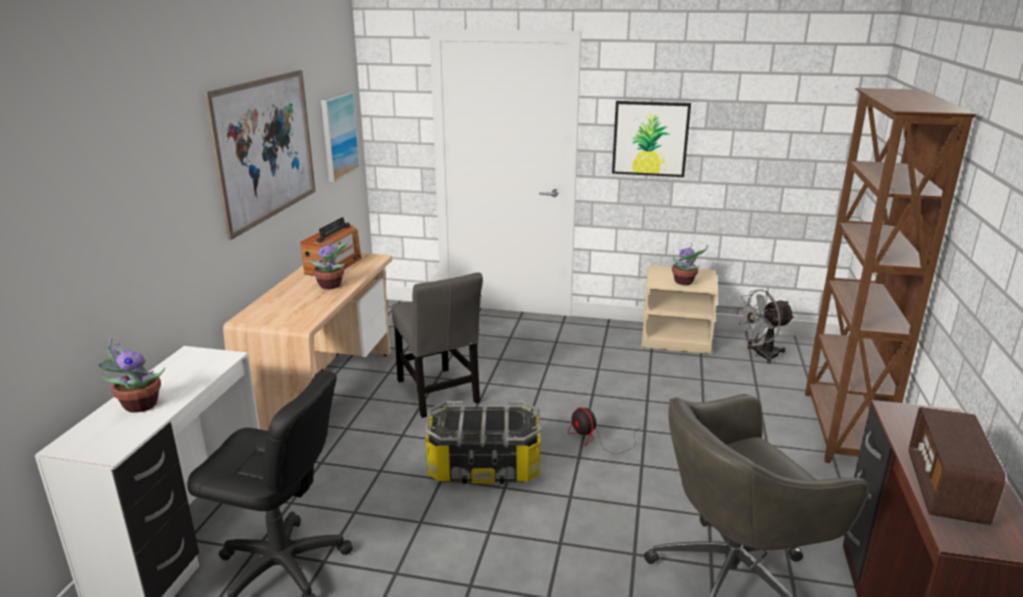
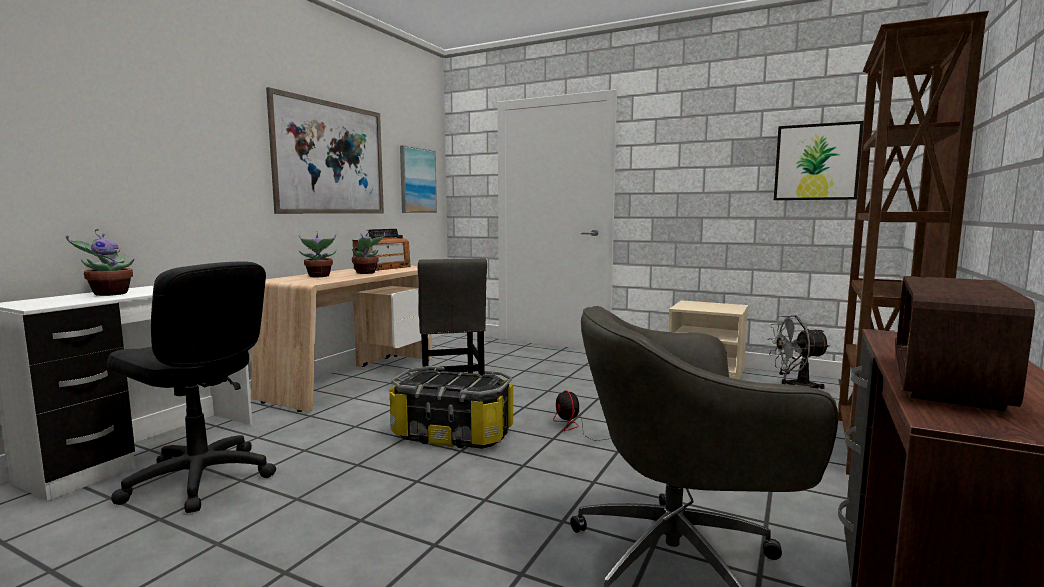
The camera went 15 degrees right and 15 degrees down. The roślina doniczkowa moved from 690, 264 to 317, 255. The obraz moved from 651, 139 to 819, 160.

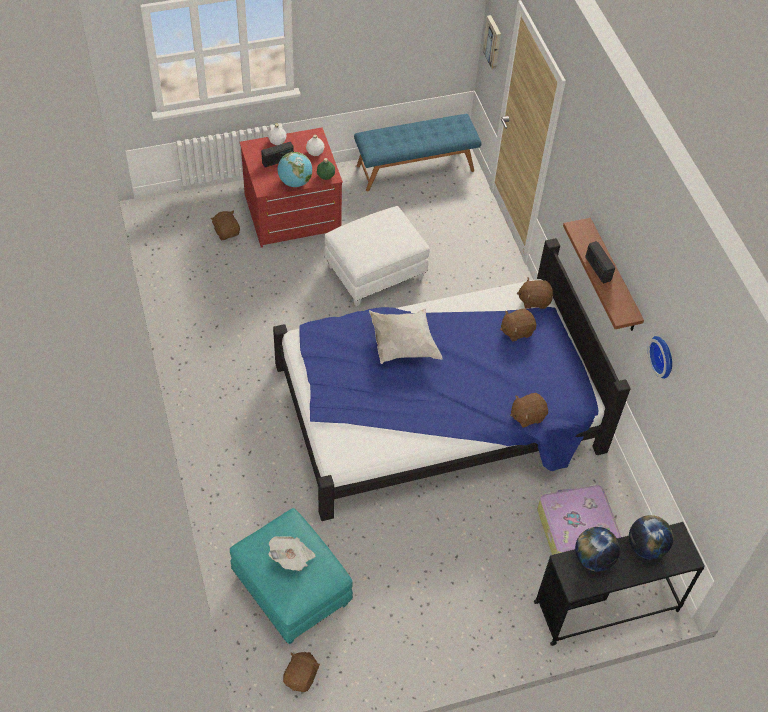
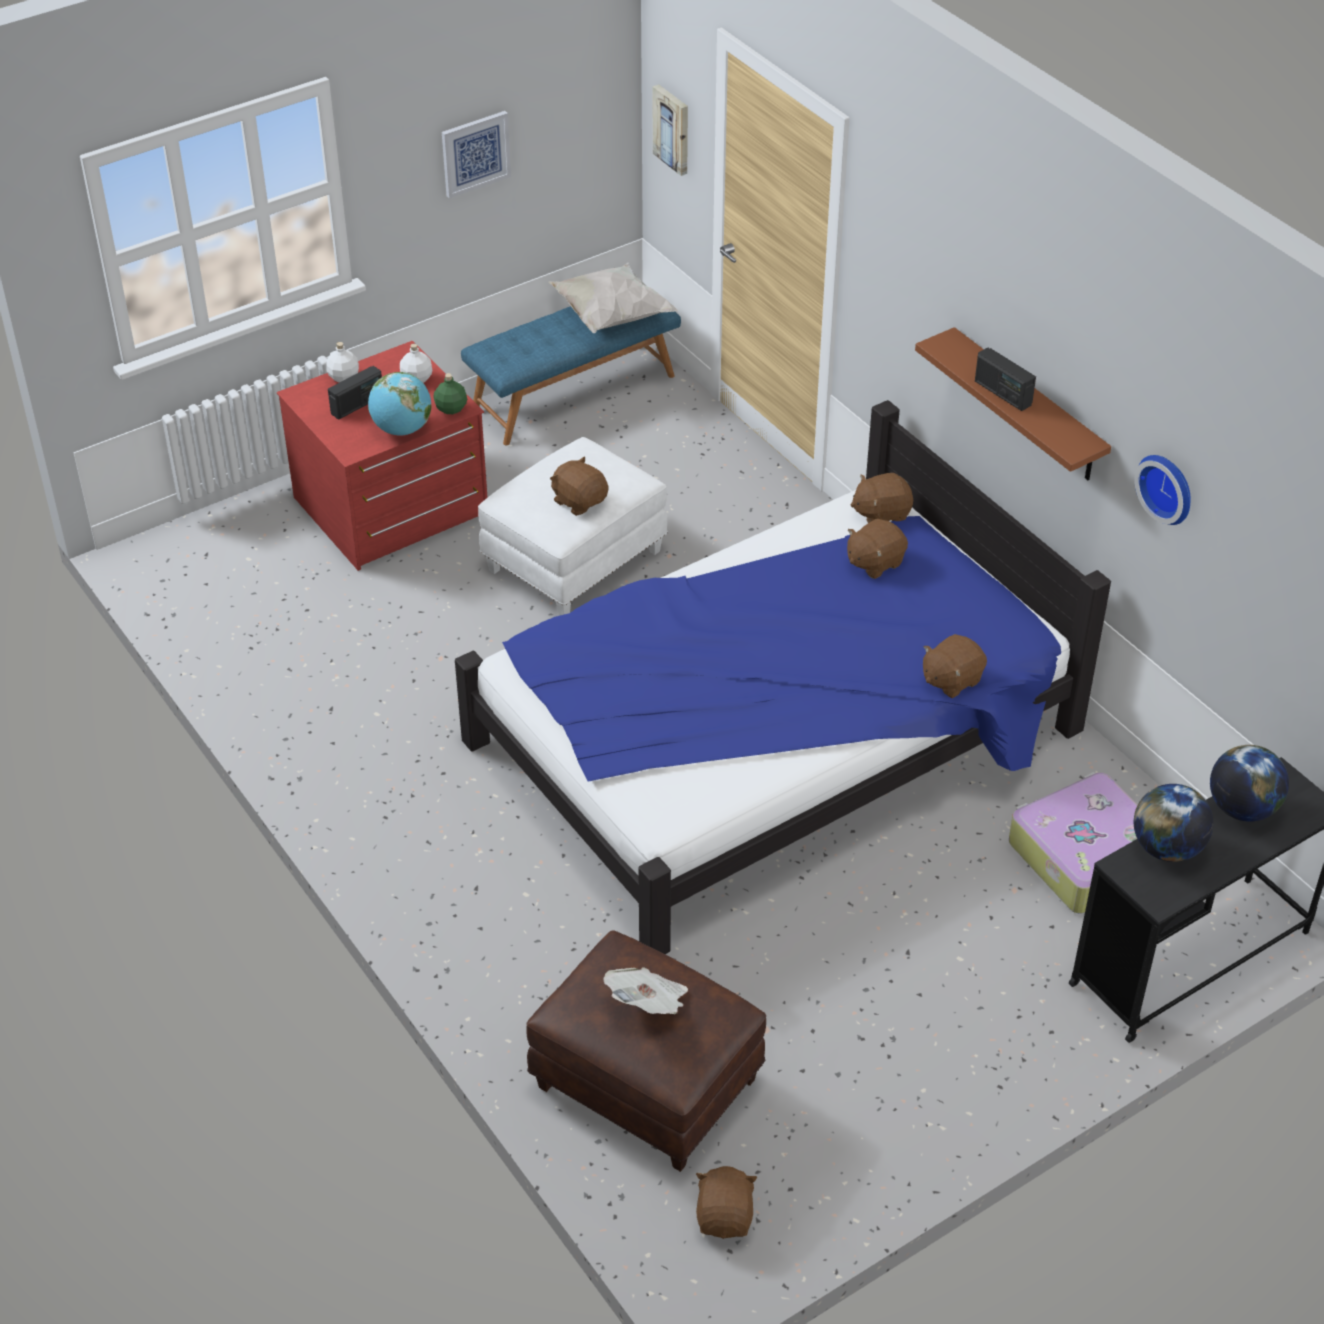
The camera went 15 degrees left and 10 degrees down. The obraz at 476, 154 appeared. The pufa (turkusowy) at 291, 576 became the pufa (brązowy) at 646, 1051. The poduszka (biały) moved from 405, 336 to 613, 298. The pluszak (brązowy) moved from 225, 225 to 579, 486.

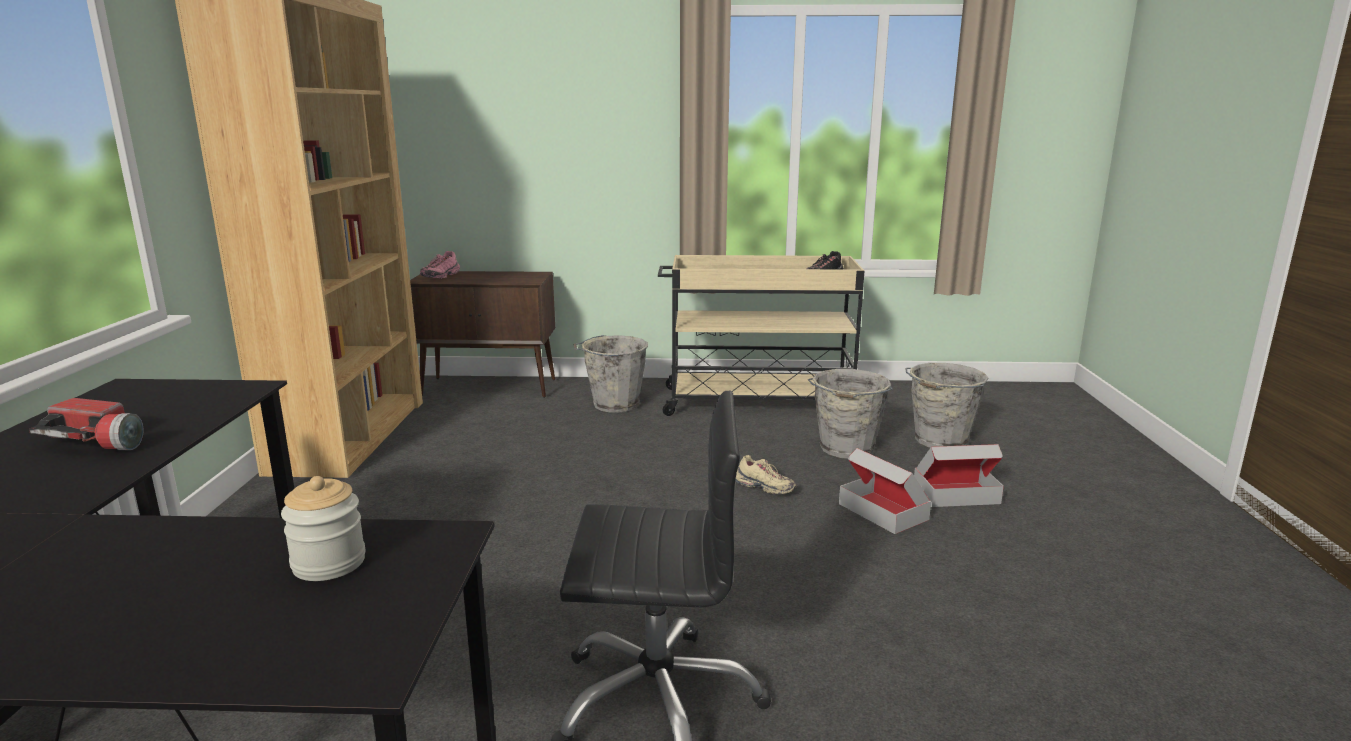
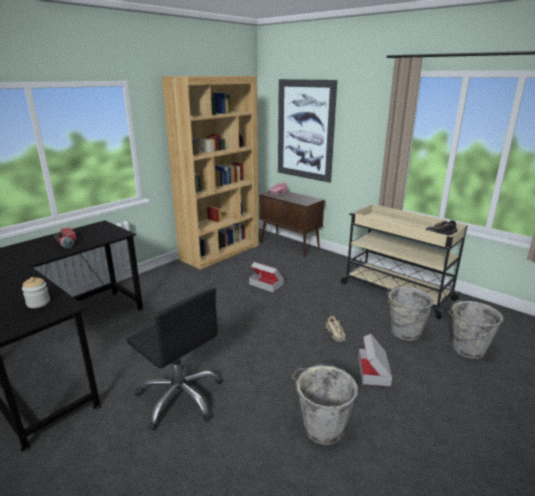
The camera went 40 degrees right and 5 degrees up. The karton moved from 959, 475 to 266, 277. The obraz at 307, 131 appeared. The wiadro (szary) moved from 611, 374 to 324, 404.

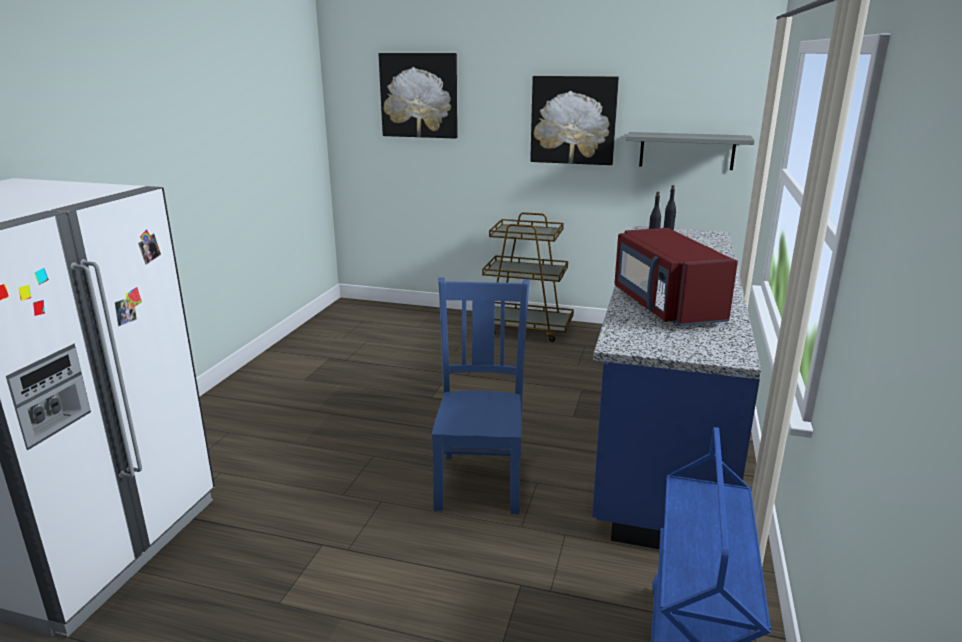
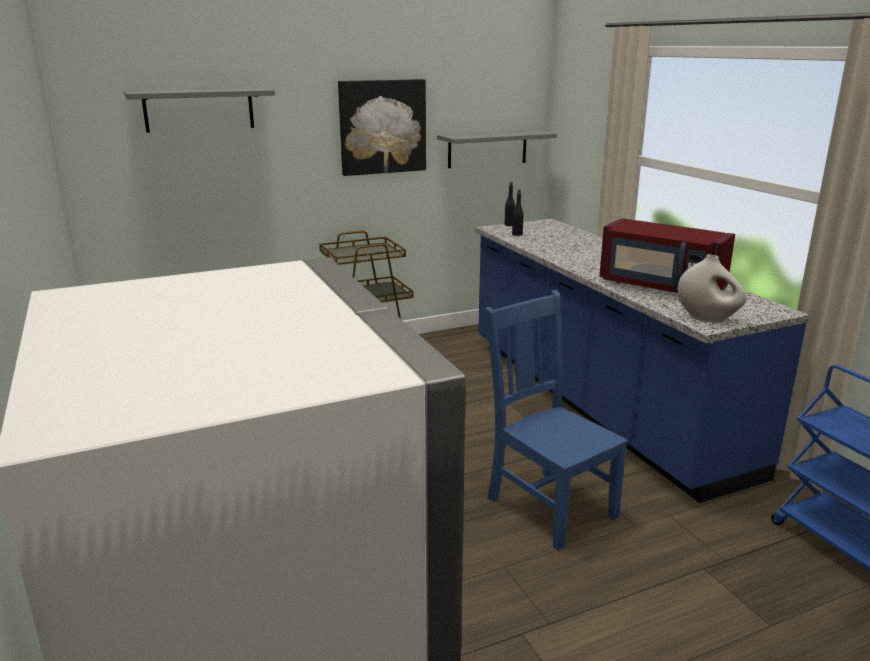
The camera went 40 degrees left and 0 degrees up. The obraz at 418, 96 was replaced by the półka (szary) at 199, 110. The wazon (biały) at 712, 288 appeared.

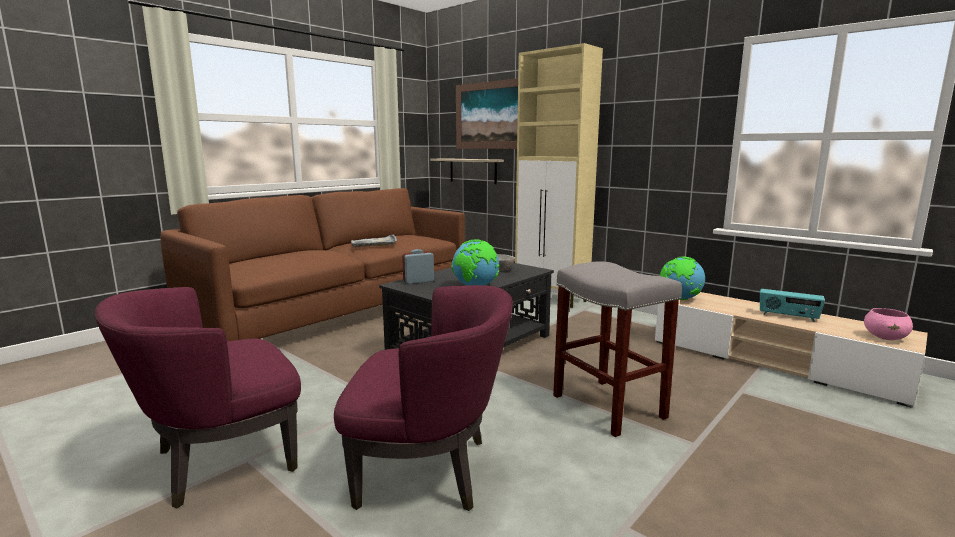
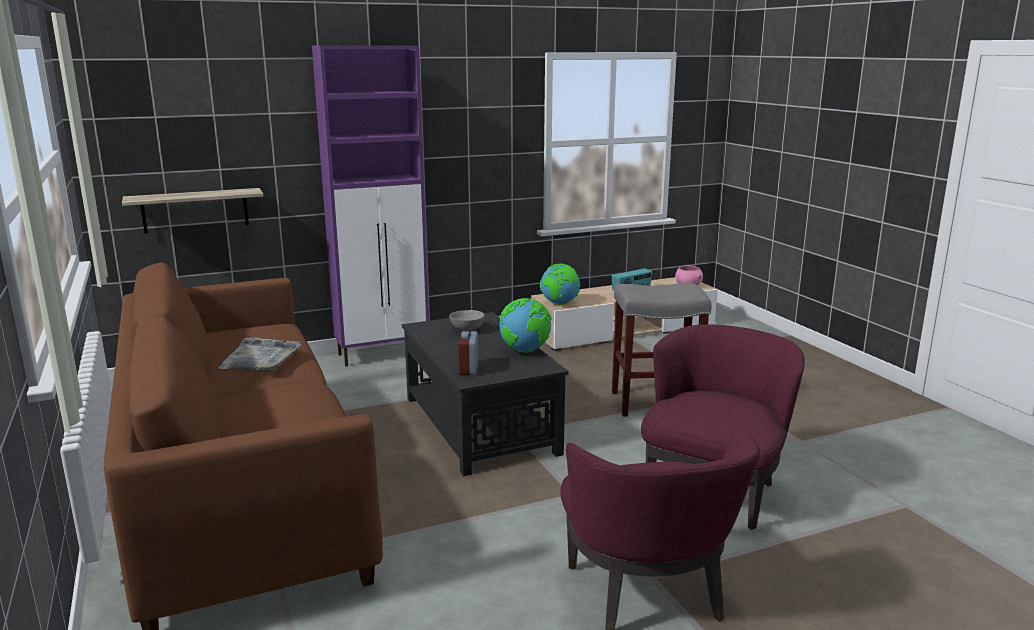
The camera went 65 degrees left and 5 degrees up. The szafka (beżowy) at 559, 175 became the szafka (fioletowy) at 370, 206. The obraz at 487, 113 disappeared.

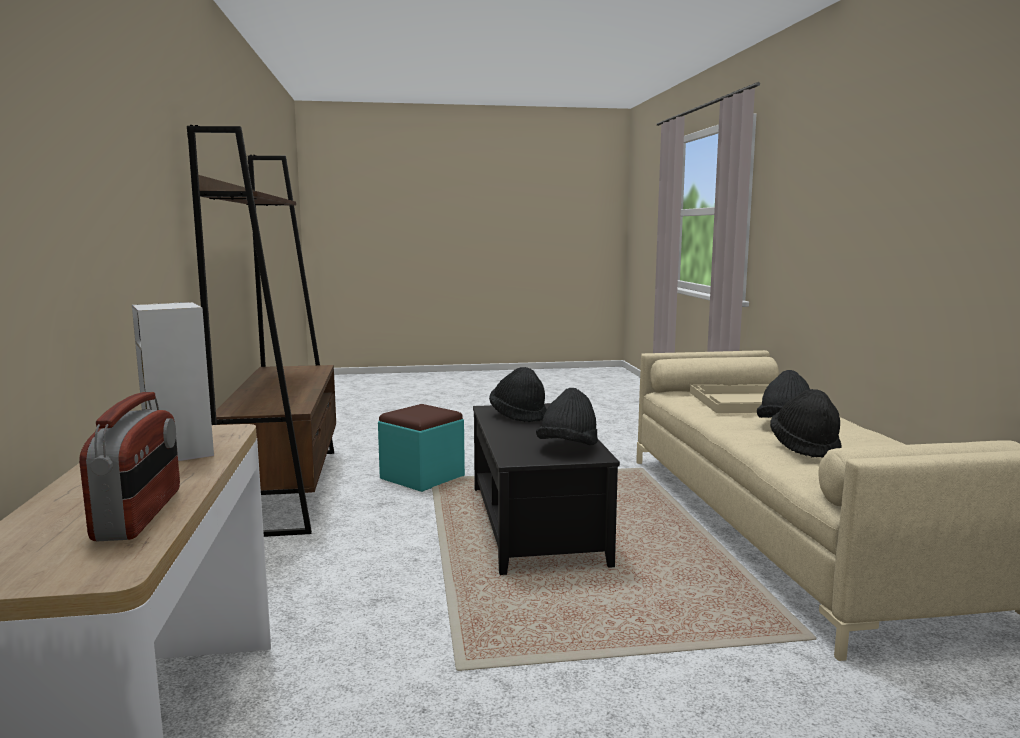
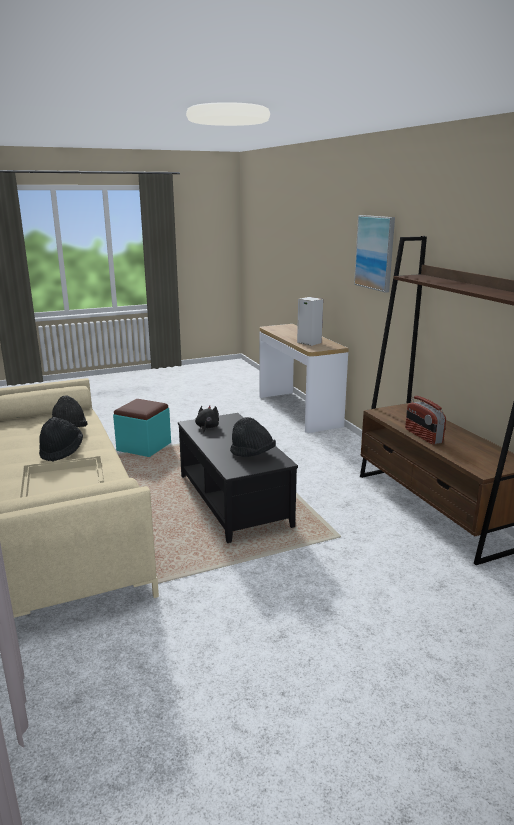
The camera went 165 degrees right and 10 degrees up. The pufa (turkusowy) moved from 421, 448 to 142, 428. The kapelusz (czarny) at 567, 416 was replaced by the pluszak (czarny) at 207, 419. The obraz at 374, 254 appeared. The radio moved from 129, 466 to 425, 420.

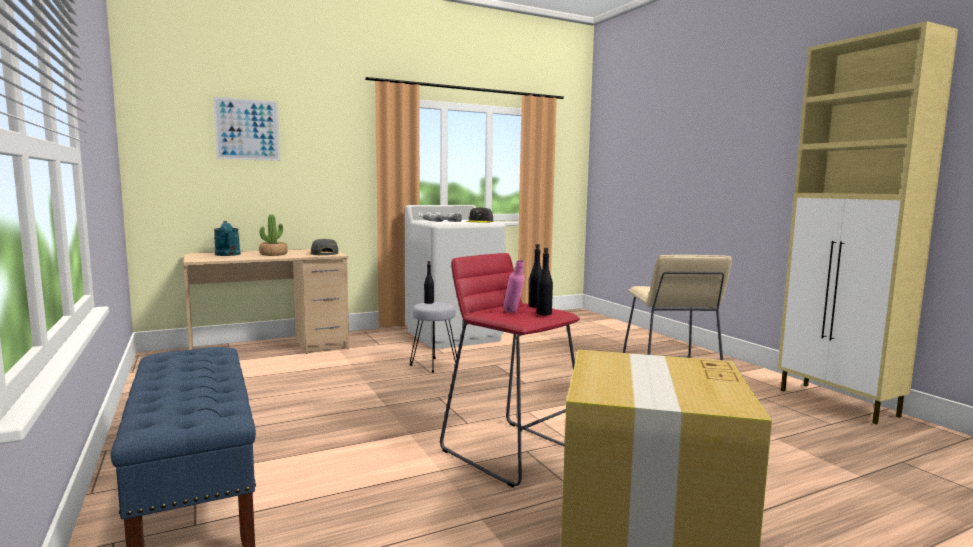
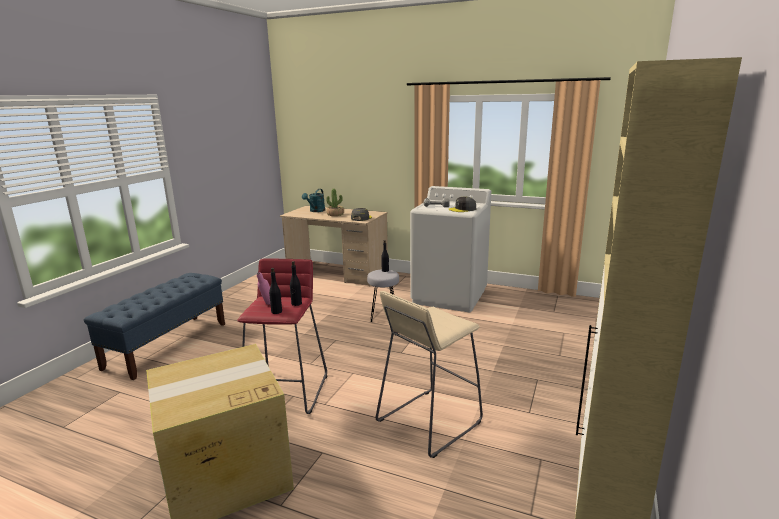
The camera went 50 degrees right and 10 degrees up. The obraz at 246, 129 disappeared.

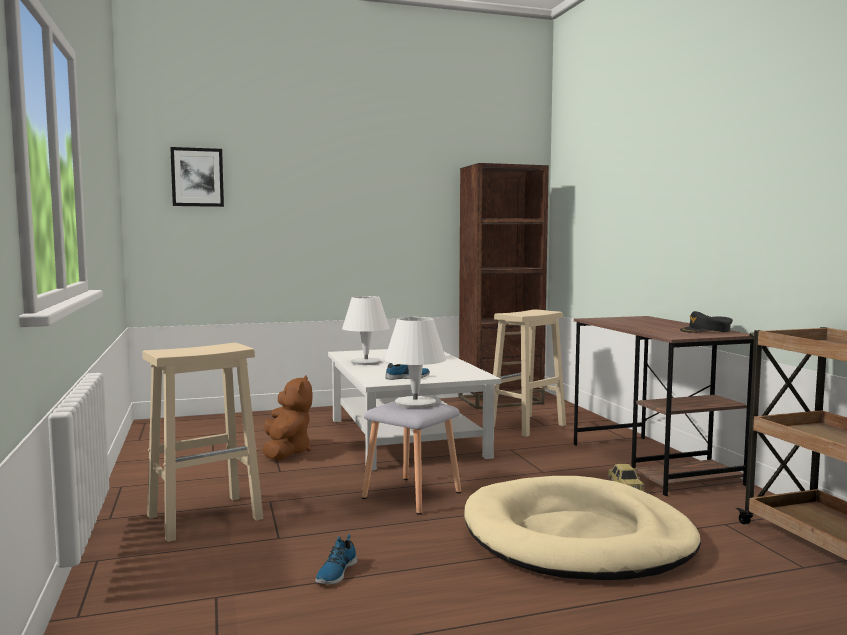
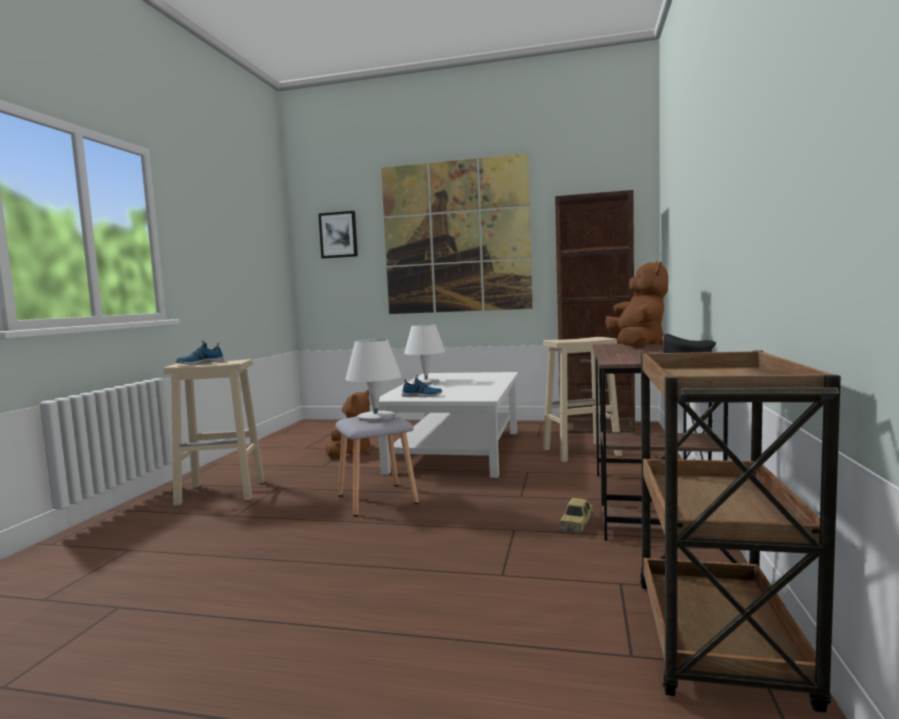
The camera went 30 degrees right and 0 degrees up. The but moved from 336, 559 to 200, 352. The obraz at 457, 233 appeared. The pluszak (brązowy) at 636, 304 appeared. The legowisko (beżowy) at 582, 528 disappeared.

